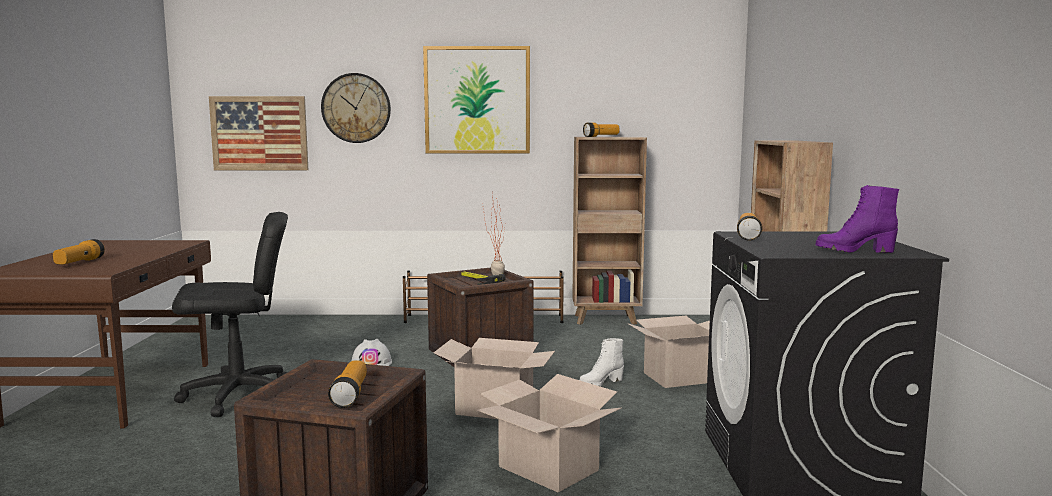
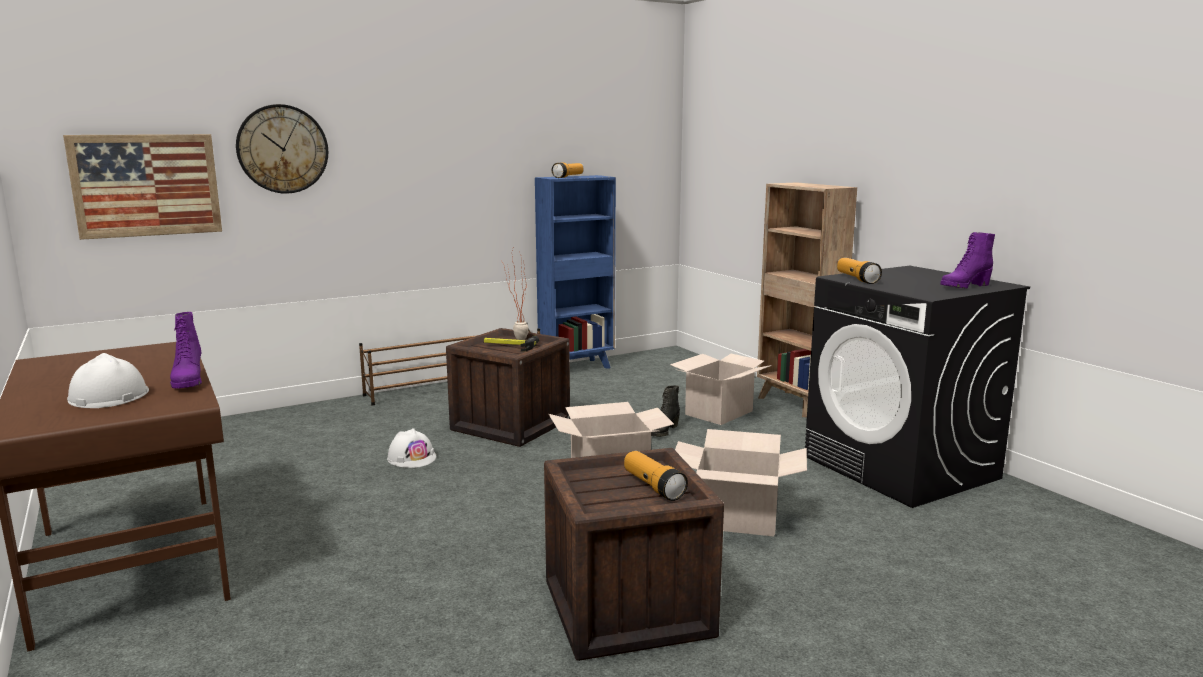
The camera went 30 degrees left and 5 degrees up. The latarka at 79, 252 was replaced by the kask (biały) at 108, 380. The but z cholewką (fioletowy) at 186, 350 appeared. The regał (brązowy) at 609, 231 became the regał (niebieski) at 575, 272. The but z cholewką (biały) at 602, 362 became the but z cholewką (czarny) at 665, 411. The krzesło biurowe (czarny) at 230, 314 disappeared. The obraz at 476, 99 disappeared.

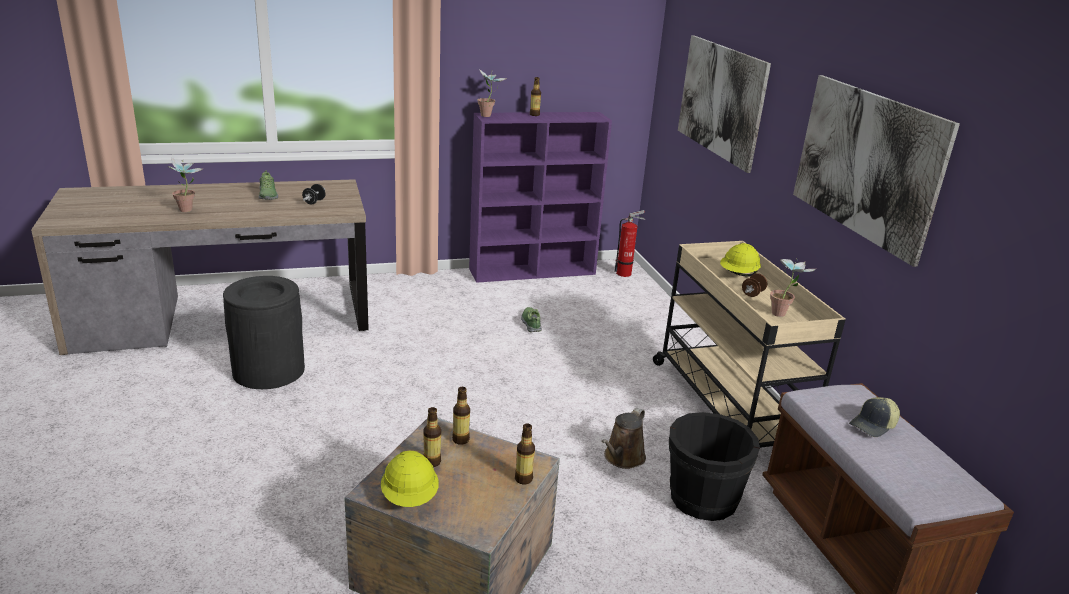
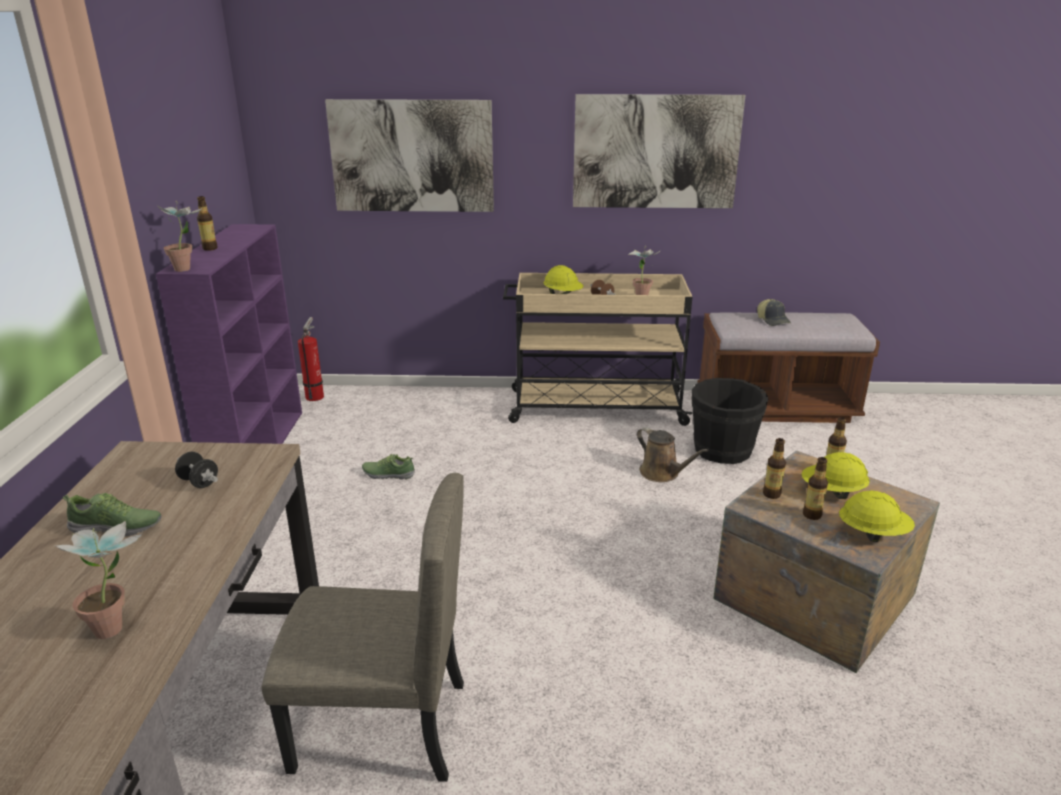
The camera went 70 degrees left and 0 degrees up. The kosz na śmieci (czarny) at 264, 332 was replaced by the krzesło (beżowy) at 363, 627. The kask (żółty) at 835, 475 appeared.

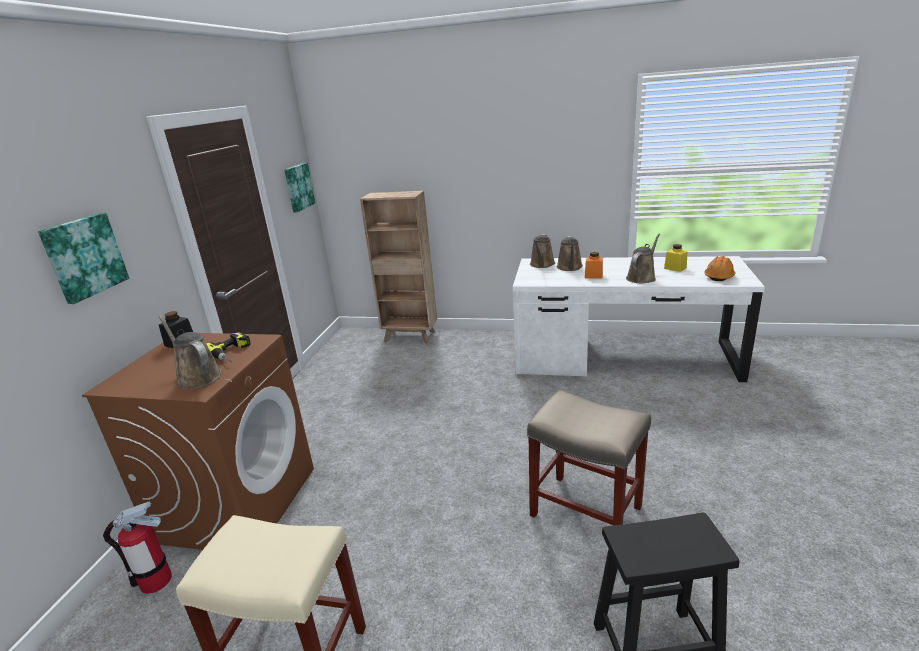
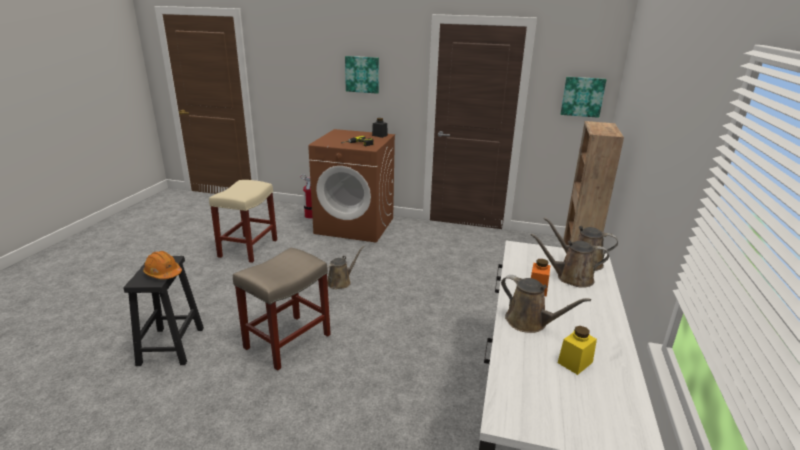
The camera went 90 degrees right and 0 degrees up. The kask (pomarańczowy) moved from 720, 268 to 162, 265. The konewka (brązowy) moved from 190, 352 to 346, 267.

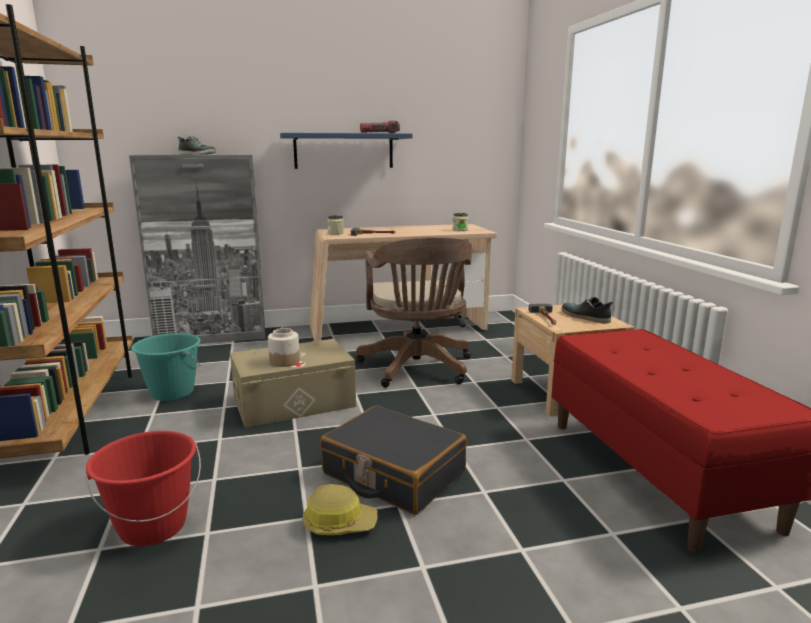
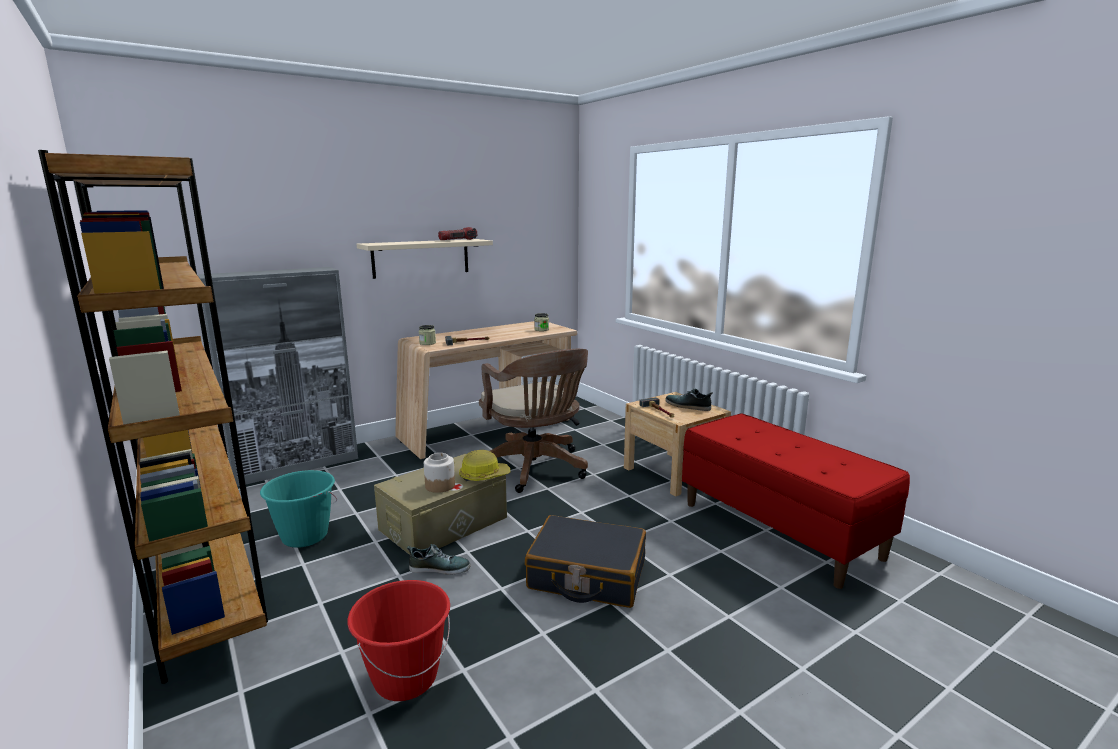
The camera went 20 degrees left and 0 degrees up. The półka (niebieski) at 346, 151 became the półka (beżowy) at 425, 259. The but moved from 197, 145 to 439, 559. The kask moved from 340, 509 to 484, 465.

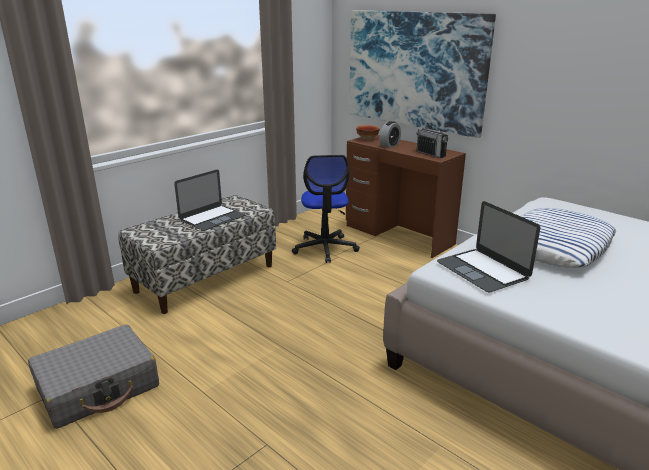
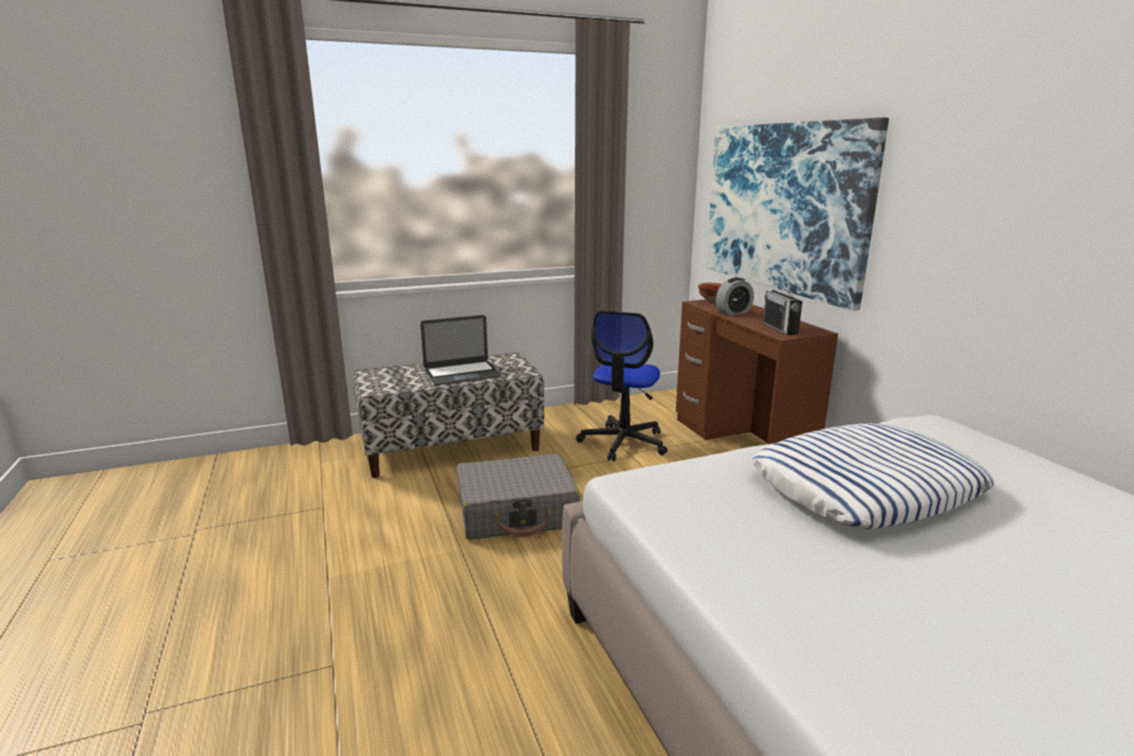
The camera went 25 degrees right and 5 degrees down. The walizka (szary) moved from 93, 377 to 518, 497. The laptop at 488, 246 disappeared.

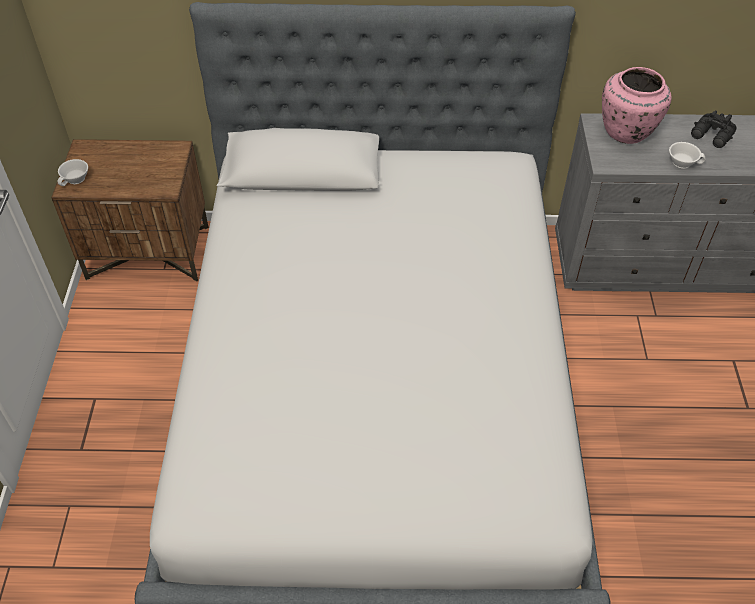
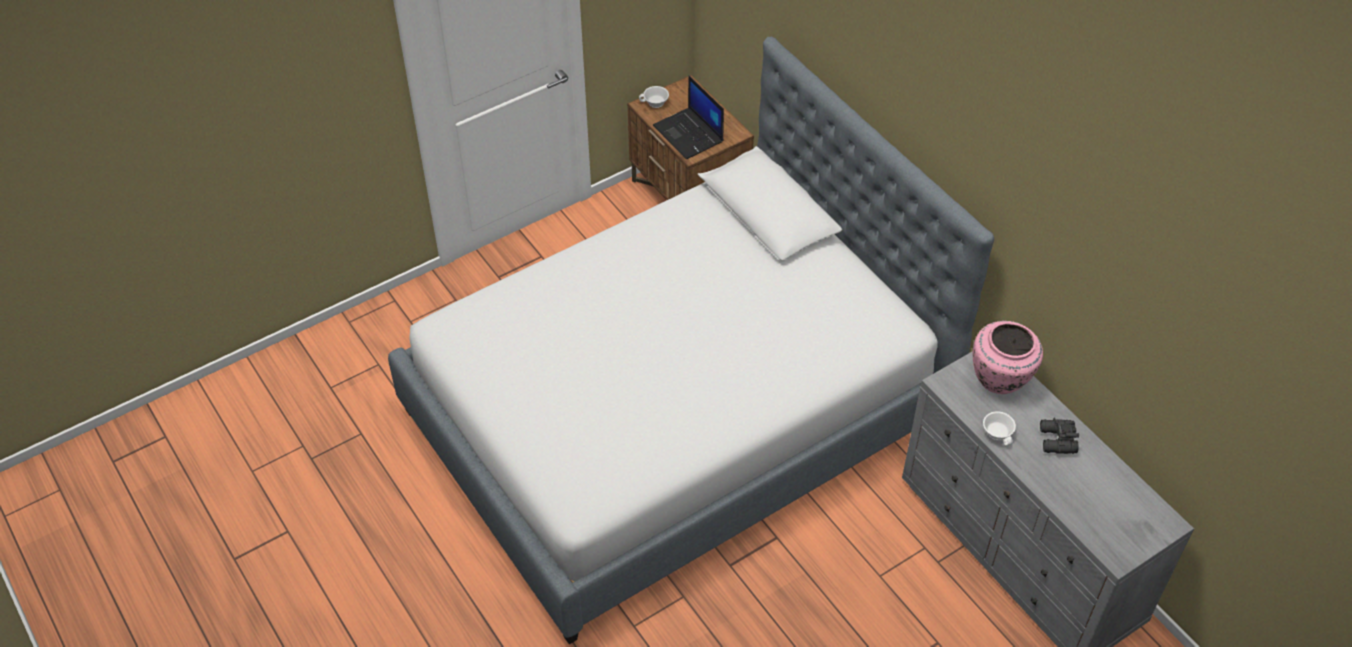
The camera went 55 degrees right and 0 degrees up. The laptop at 688, 117 appeared.

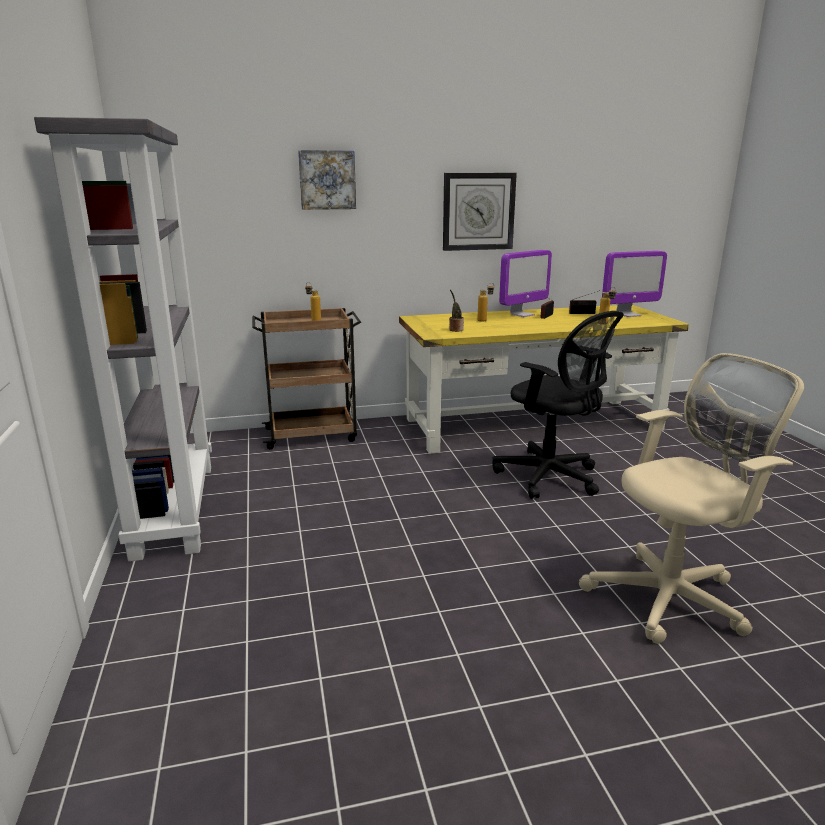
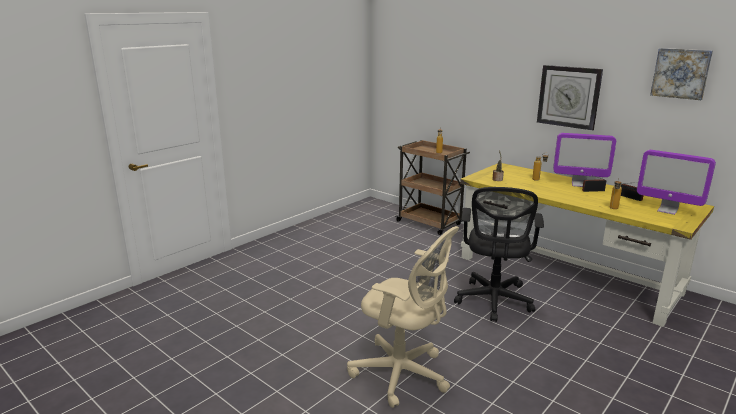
The camera went 55 degrees right and 0 degrees up. The obraz moved from 327, 180 to 681, 74. The regał (szary) at 123, 339 disappeared.

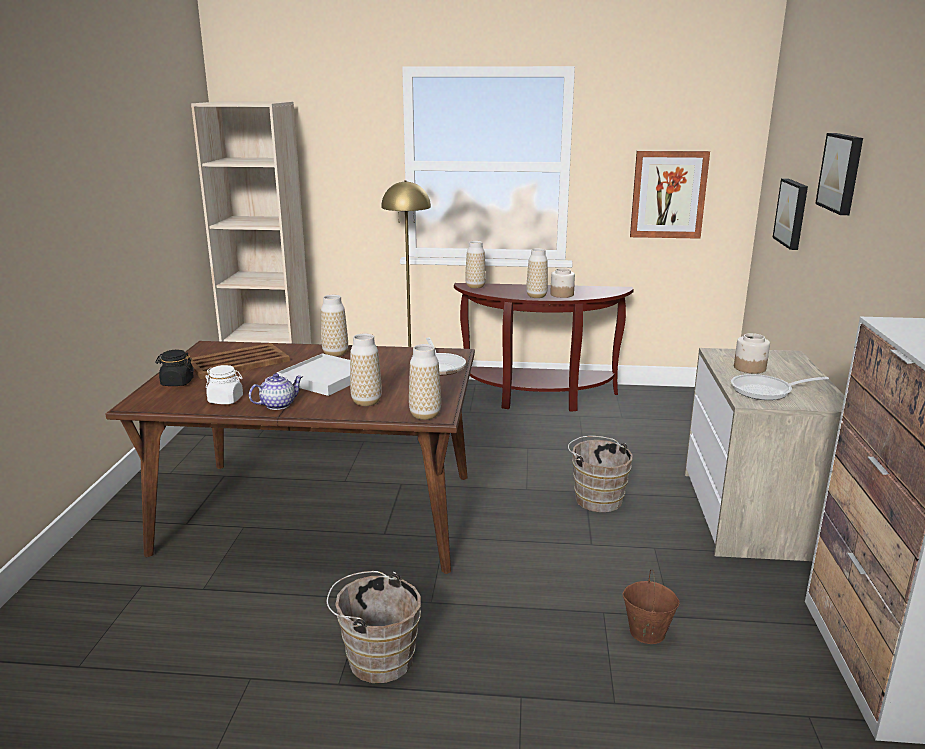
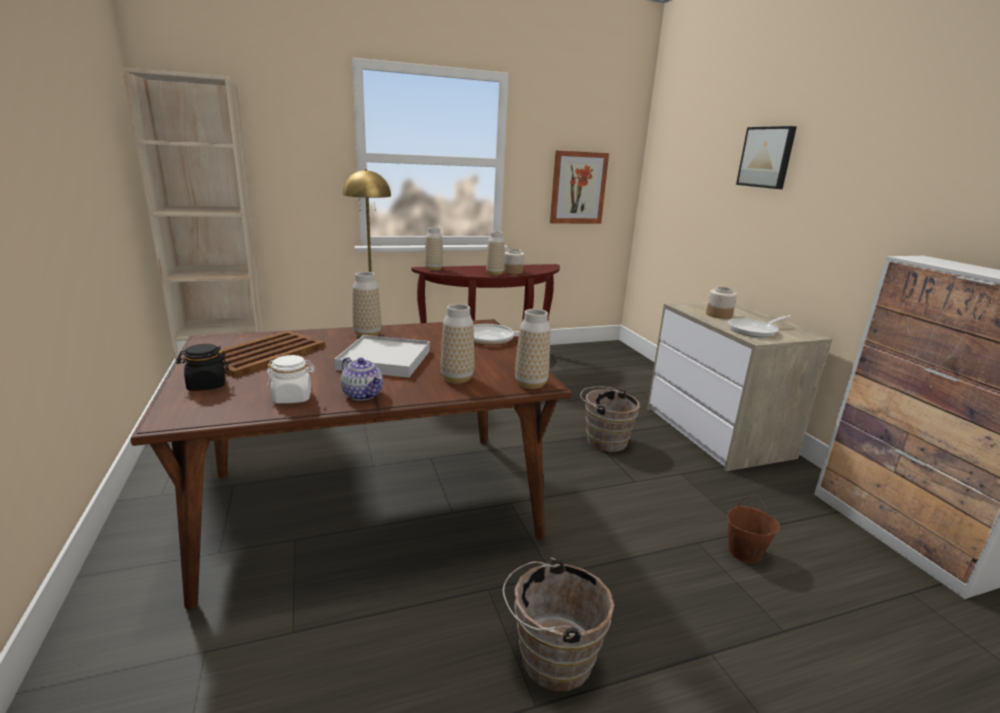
The camera went 25 degrees left and 0 degrees up. The imbryk at 276, 391 turned 105 degrees clockwise. The obraz at 790, 214 disappeared.

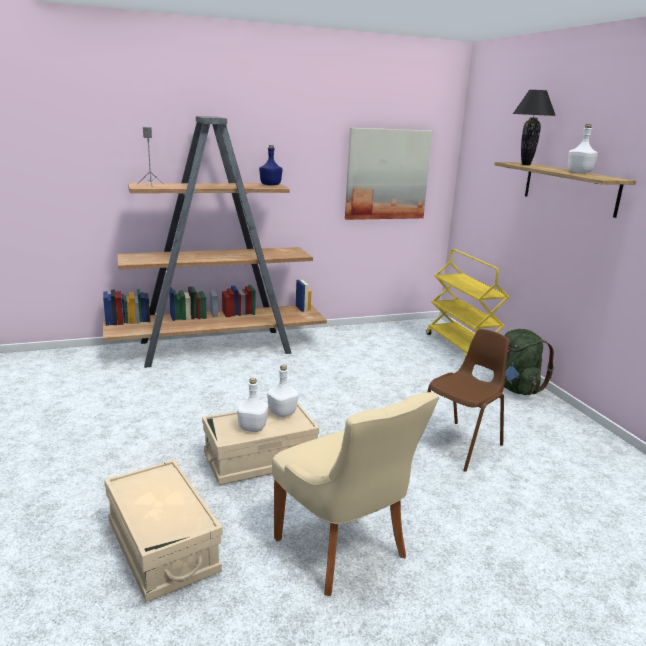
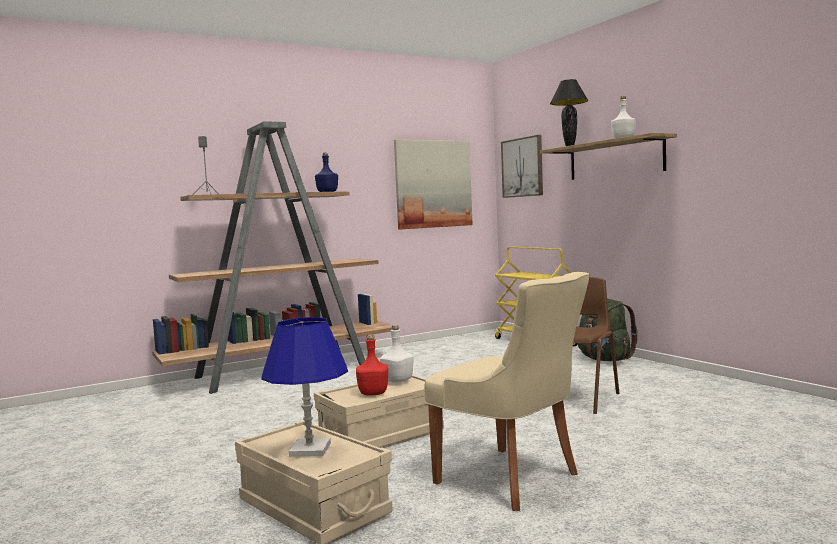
The camera went 10 degrees left and 15 degrees down. The lampa stołowa (niebieski) at 304, 387 appeared. The butelka (biały) at 253, 405 became the butelka (czerwony) at 372, 364. The obraz at 522, 166 appeared.

